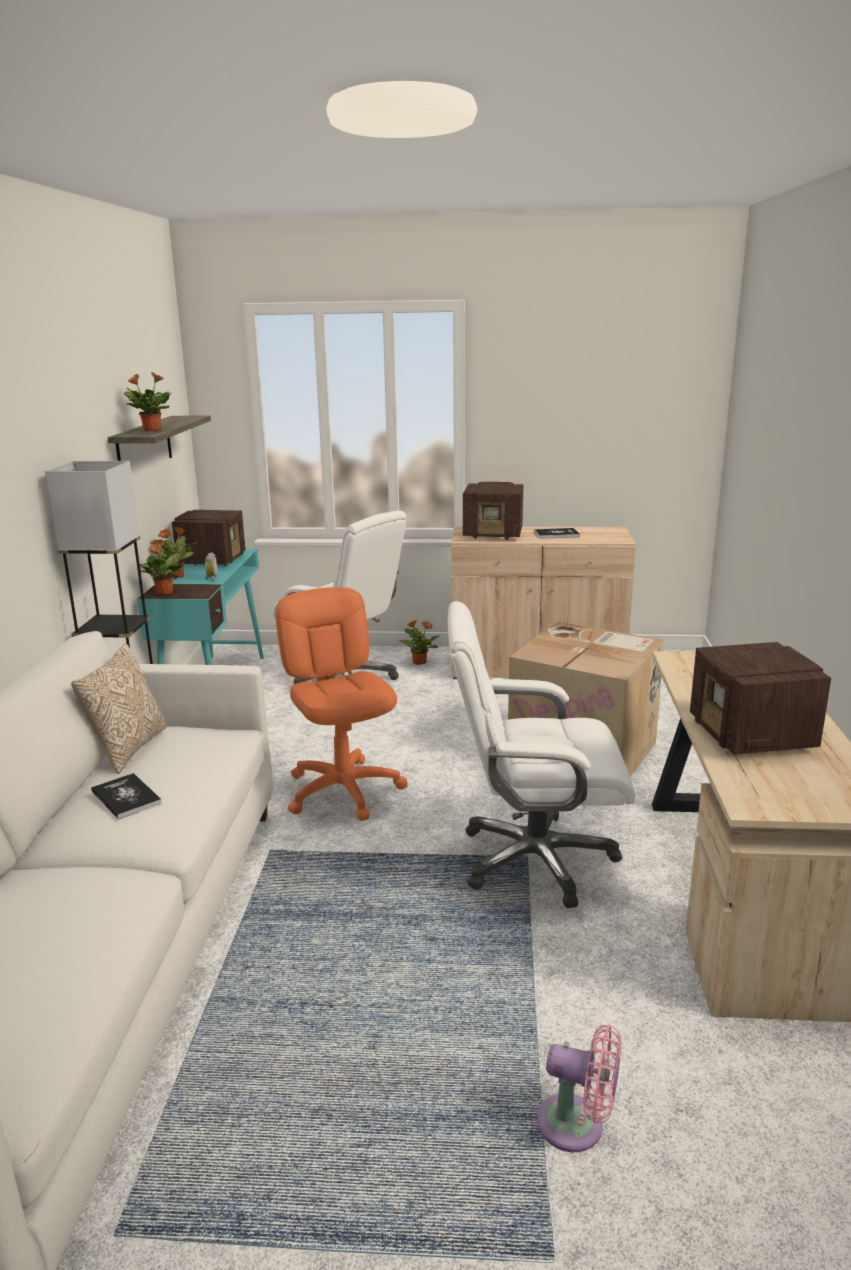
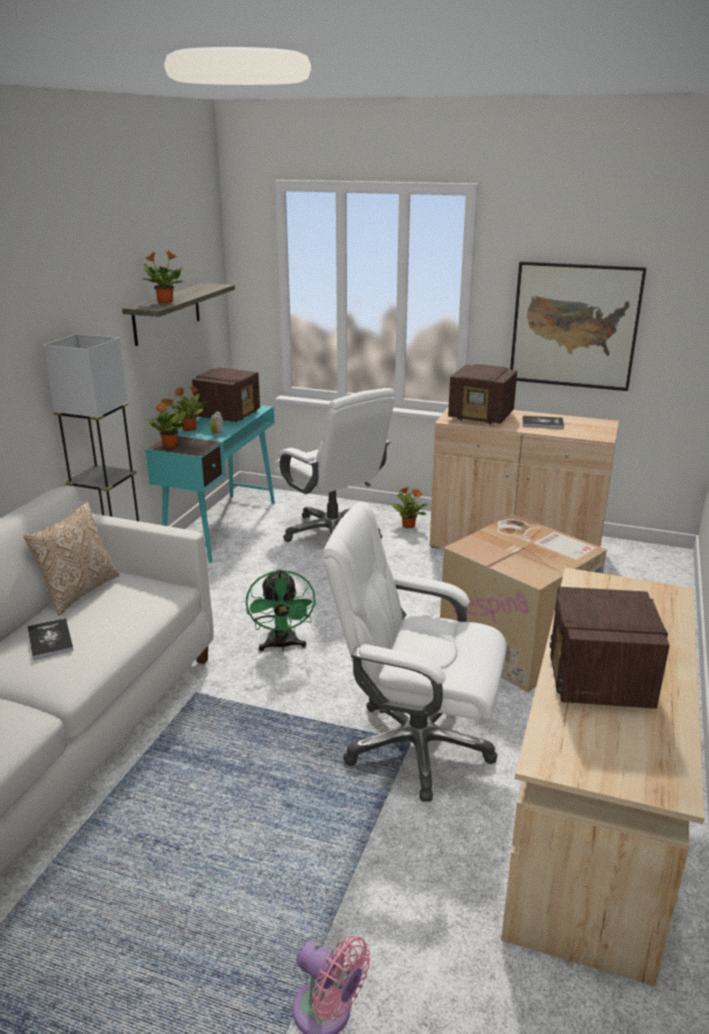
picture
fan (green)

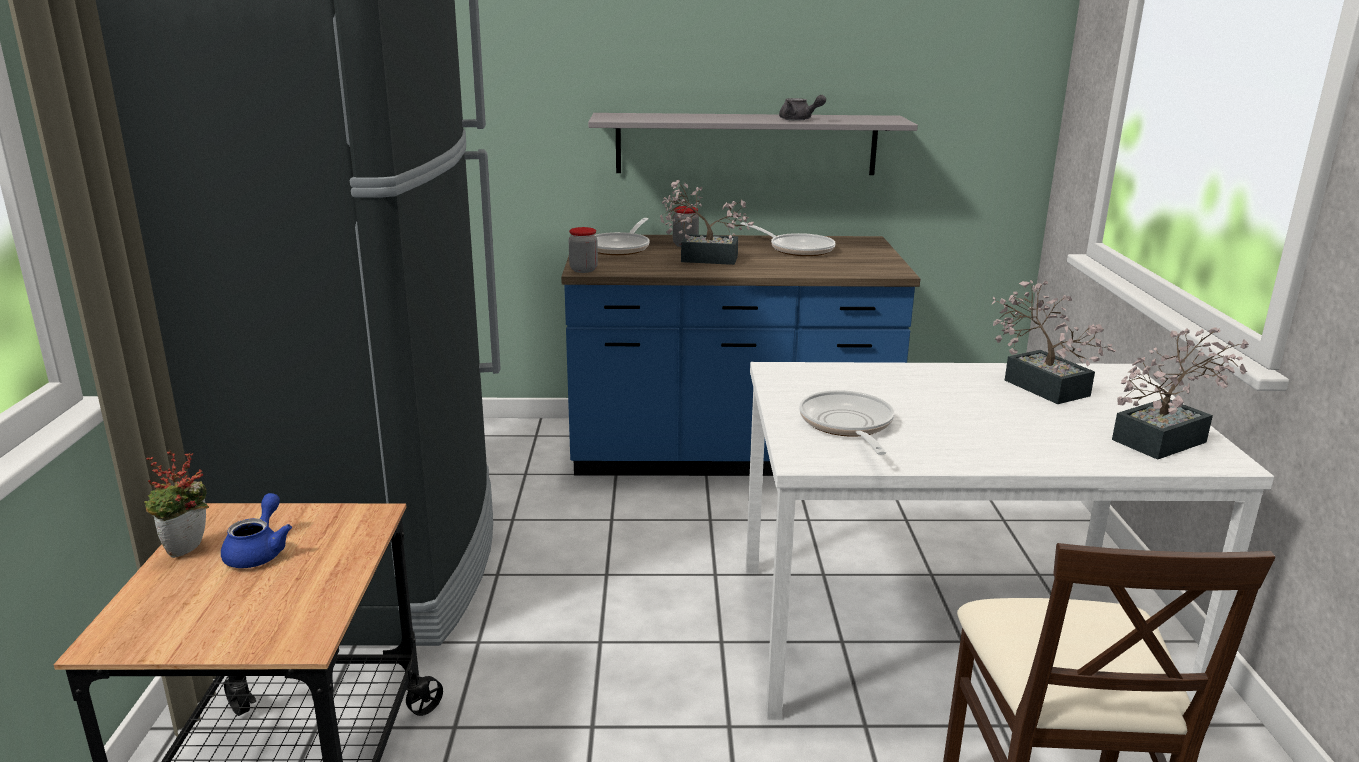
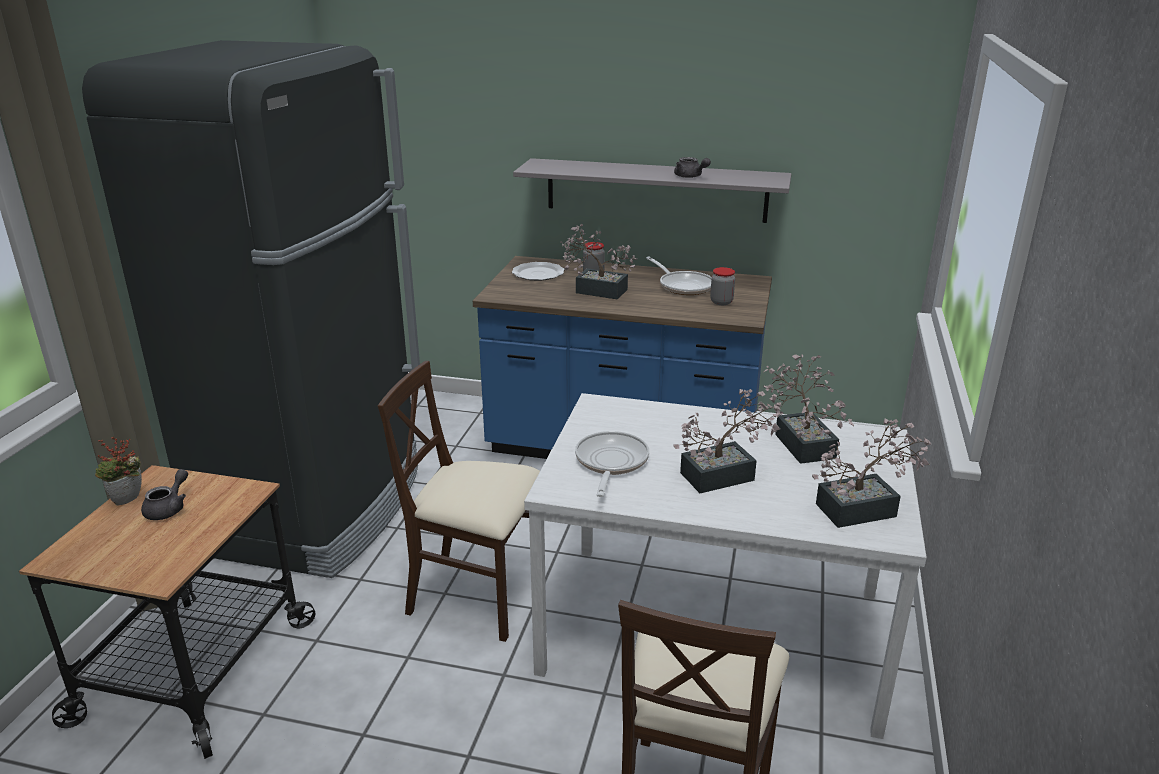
chair (beige) (1st from left)
potted plant (3rd from left)
jar (2nd from left)
plate
teapot (grey) (1st from left)

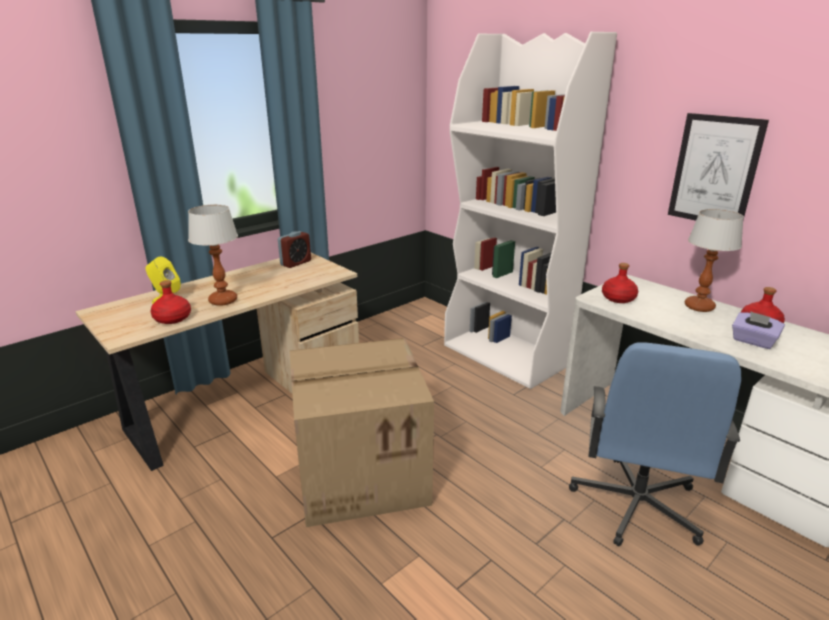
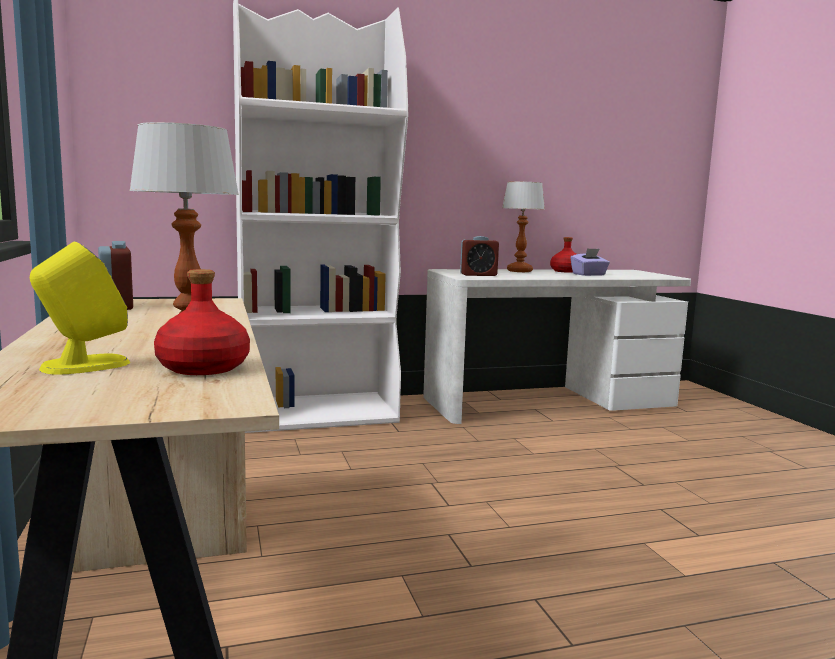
cardboard box
office chair (blue)
picture
alarm clock (2nd from left)

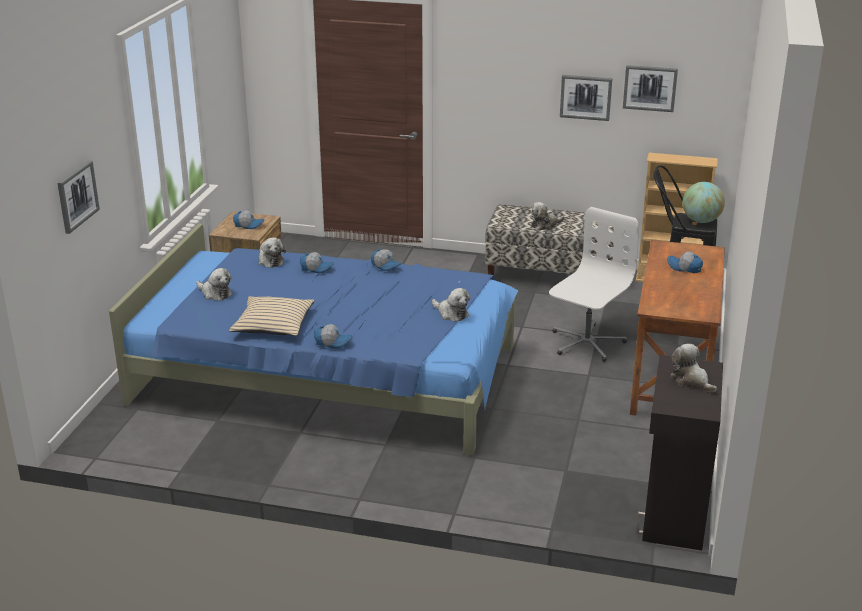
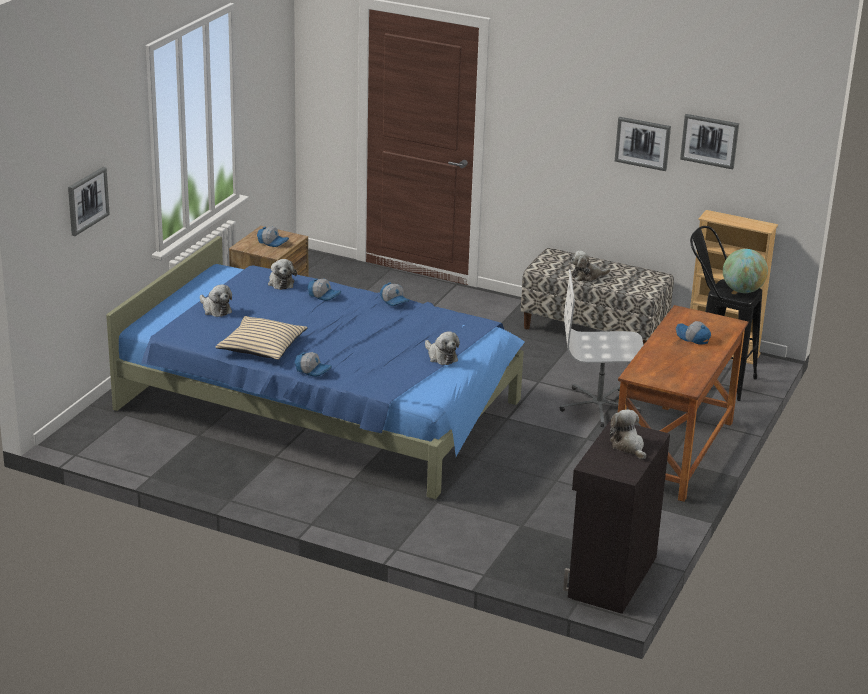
office chair (white)

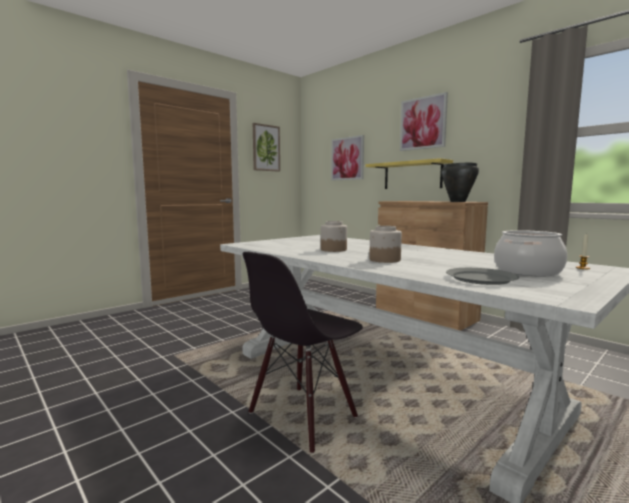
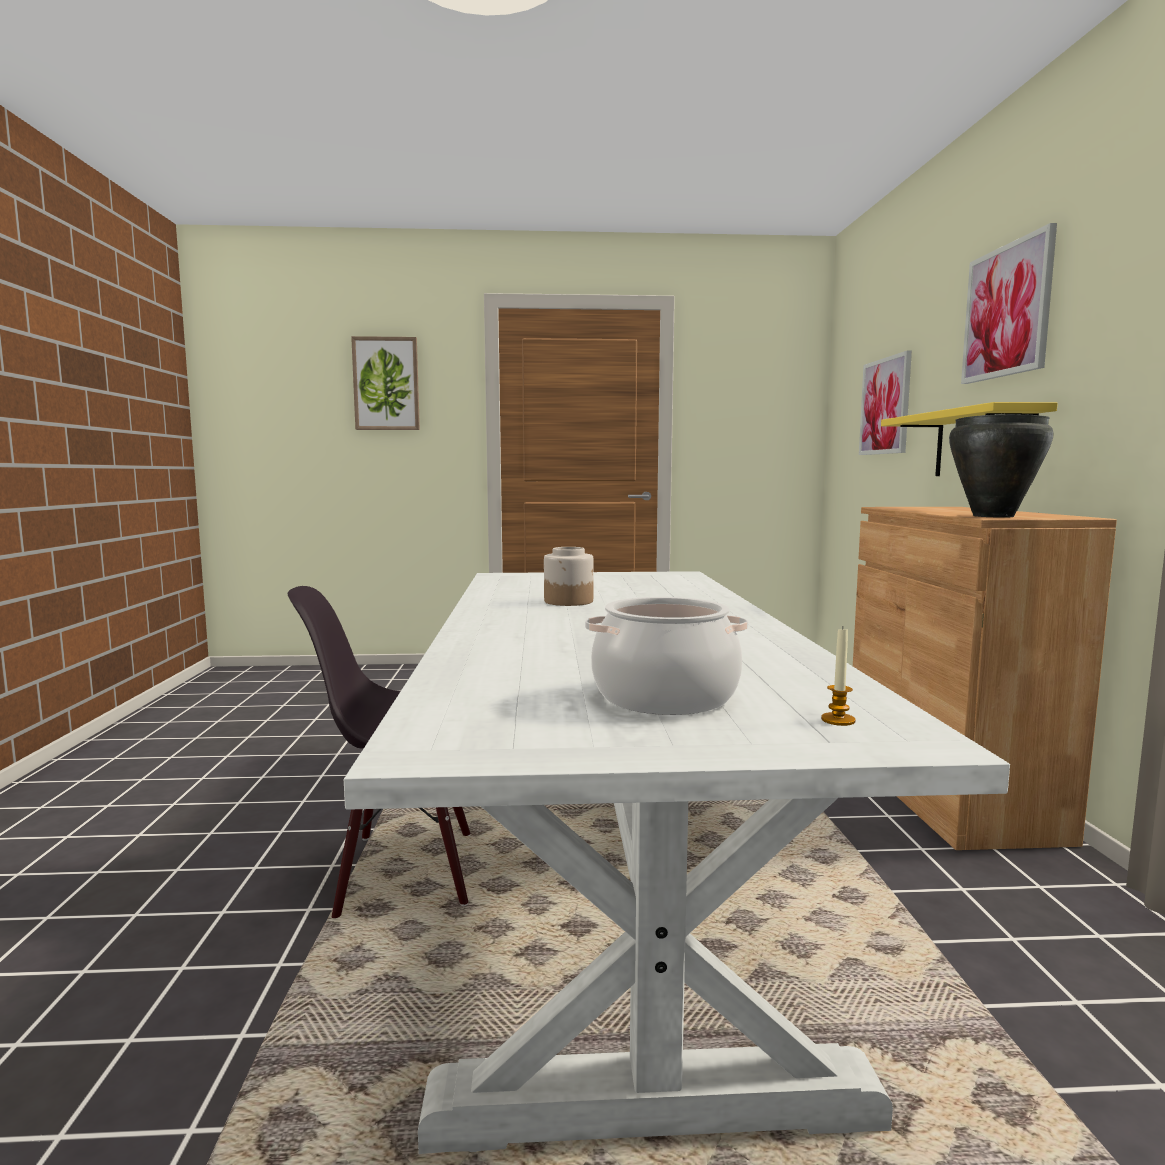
jar (2nd from left in the first image)
plate (grey)
picture (1st from left)

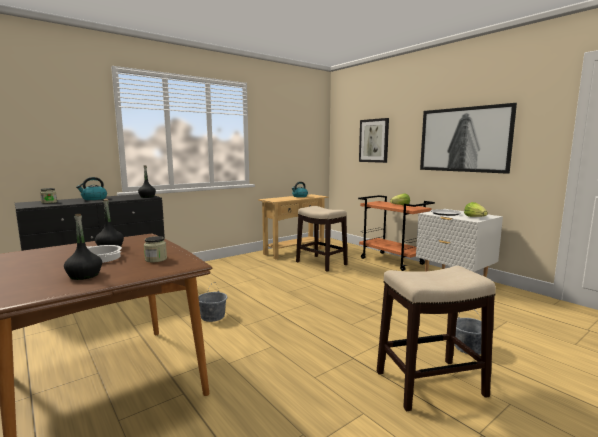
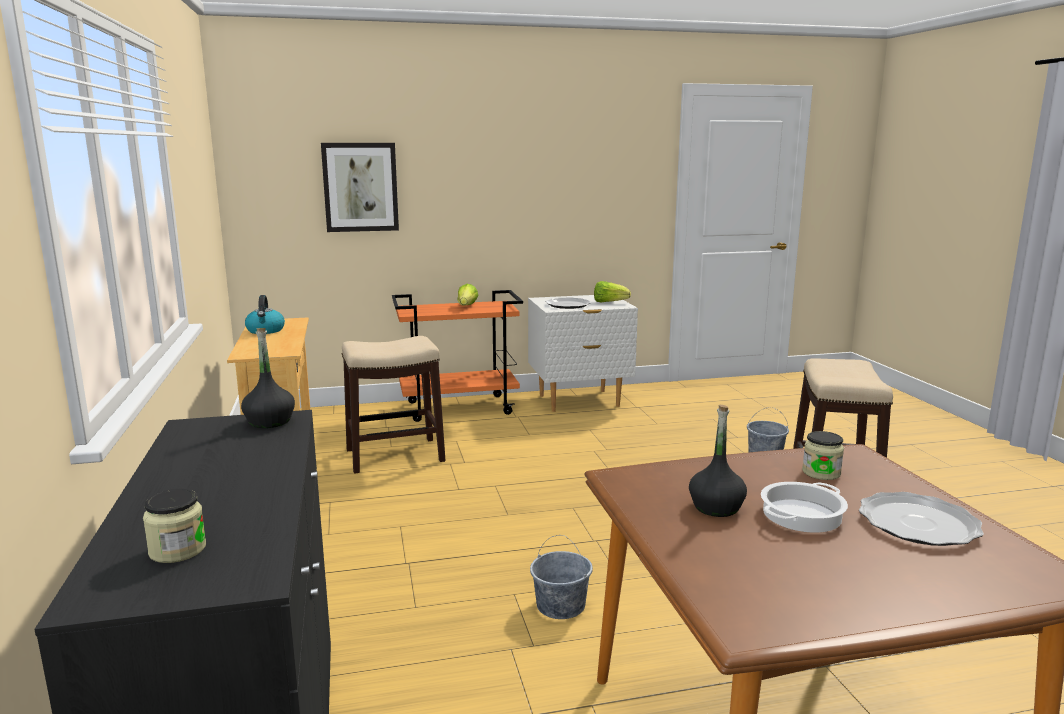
kettle (1st from left in the first image)
picture (2nd from left in the first image)
plate (2nd from left)

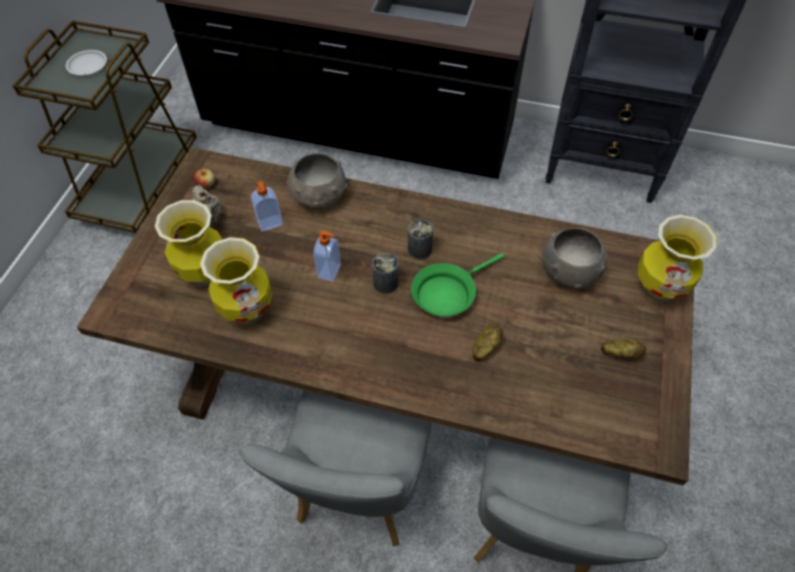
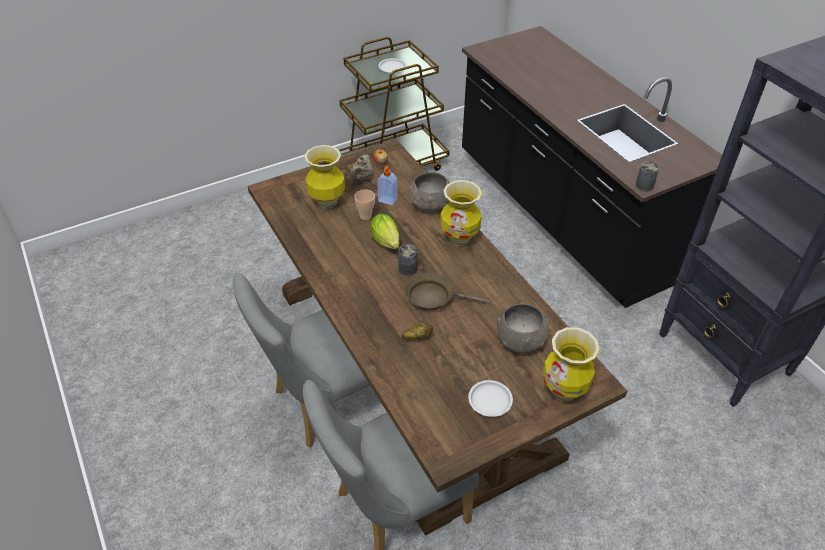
cup
vase (2nd from left)
can (2nd from left)
lettuce
plate (white) (2nd from left)
frying pan (brown)

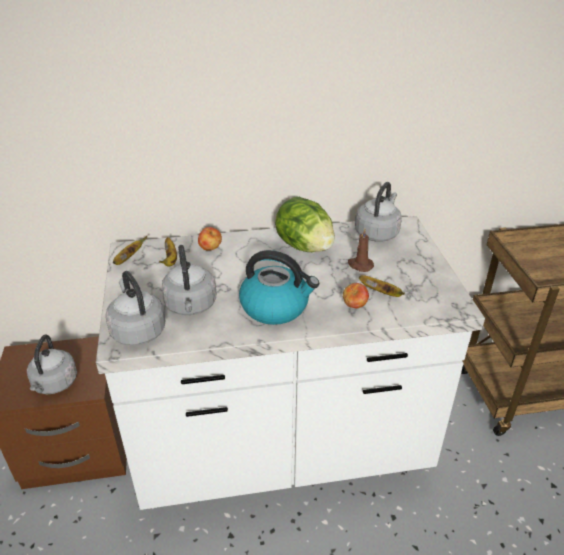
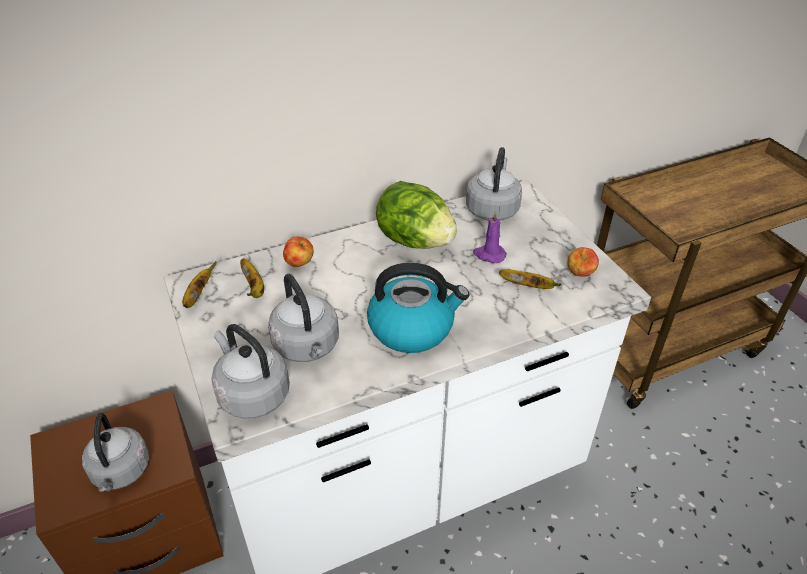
apple (2nd from left)
candle (purple)

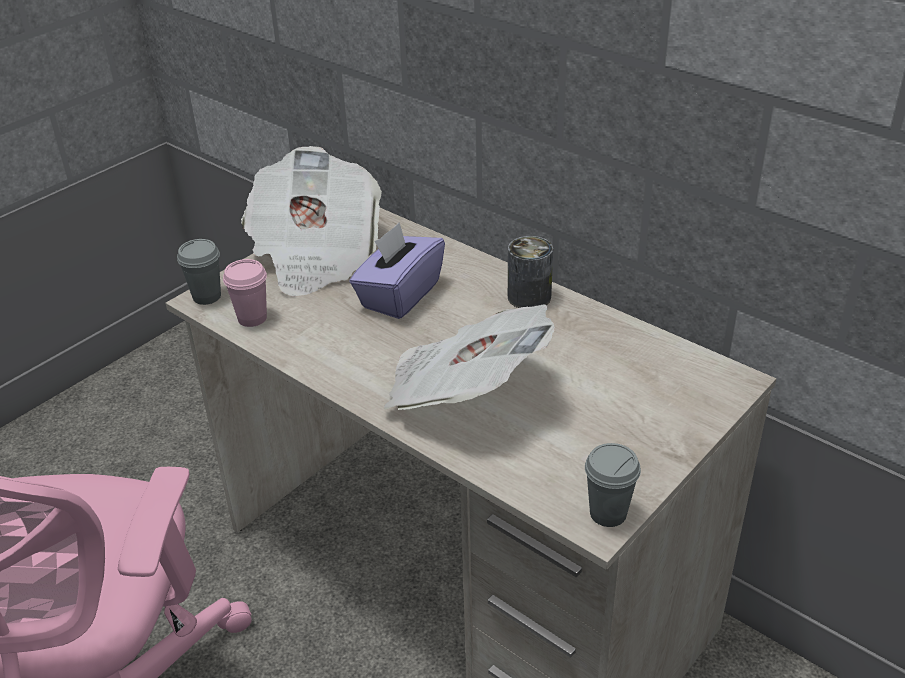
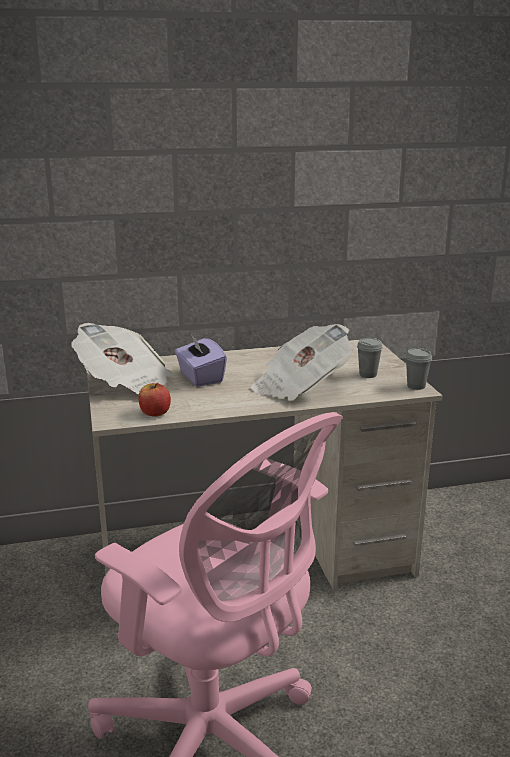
can
cup (grey) (1st from left)
apple

